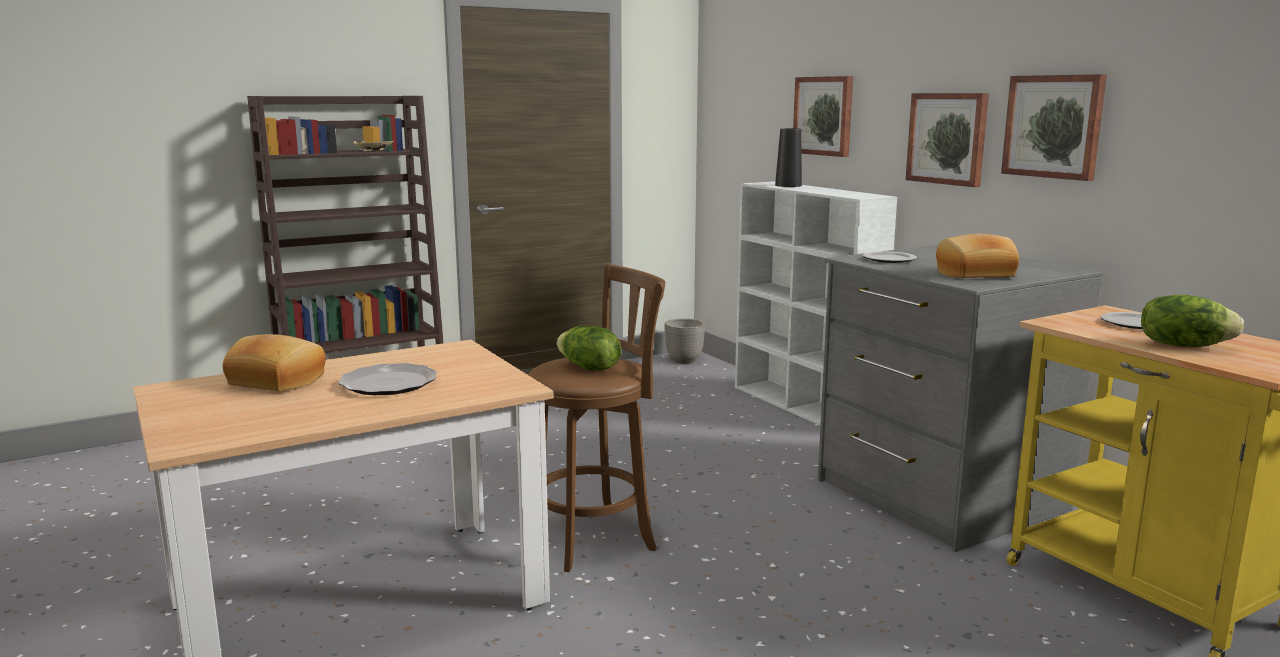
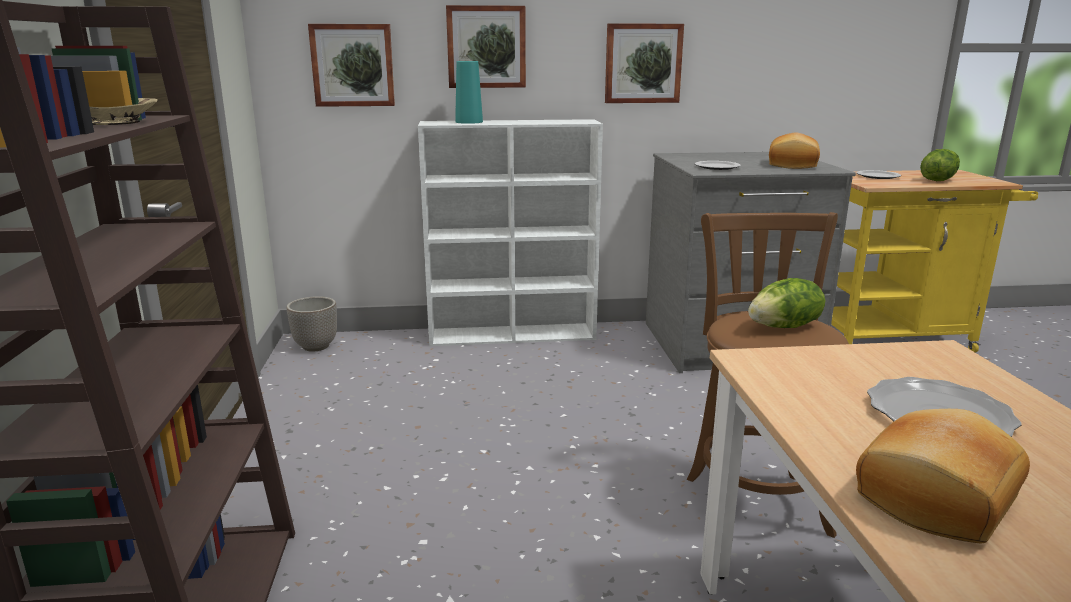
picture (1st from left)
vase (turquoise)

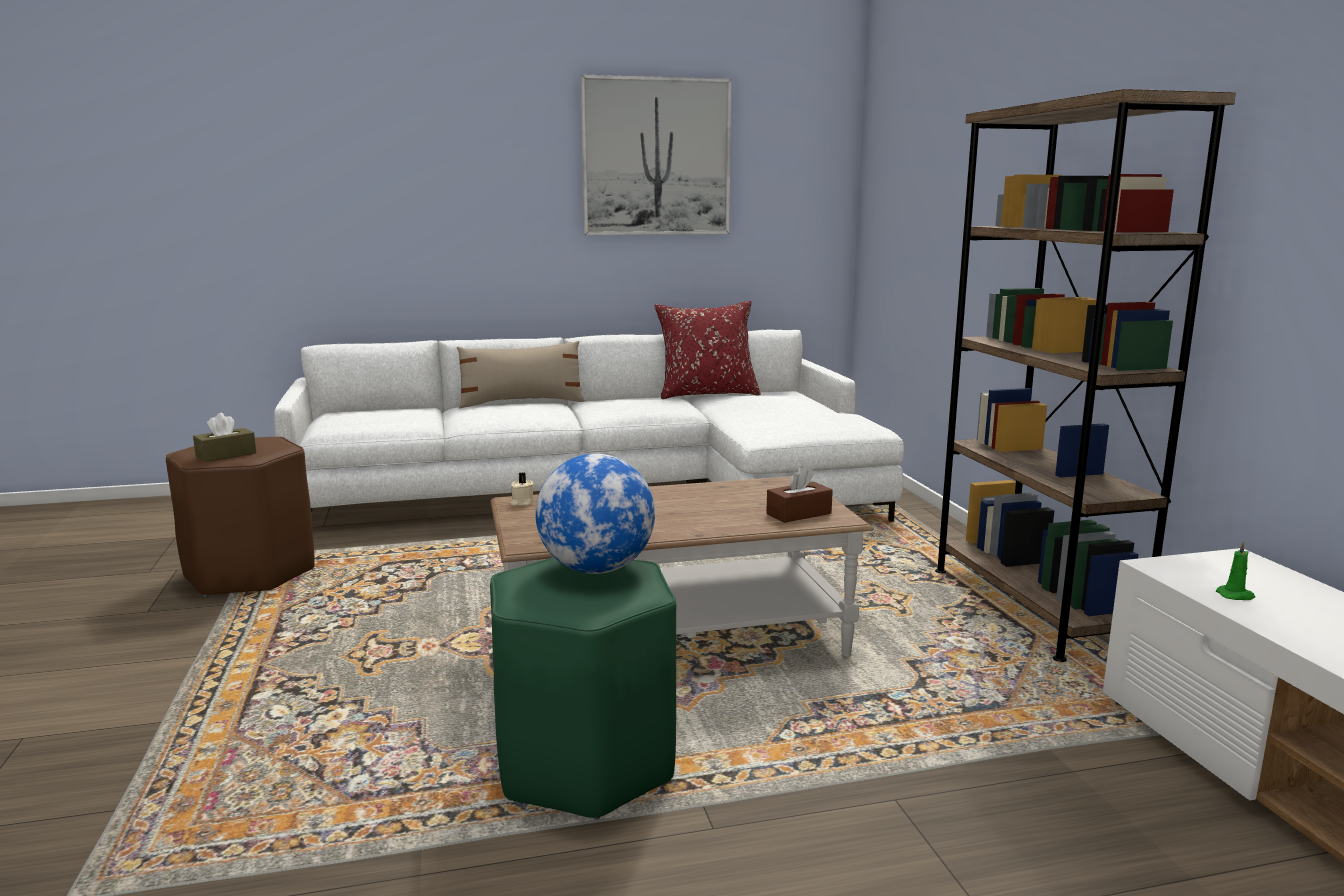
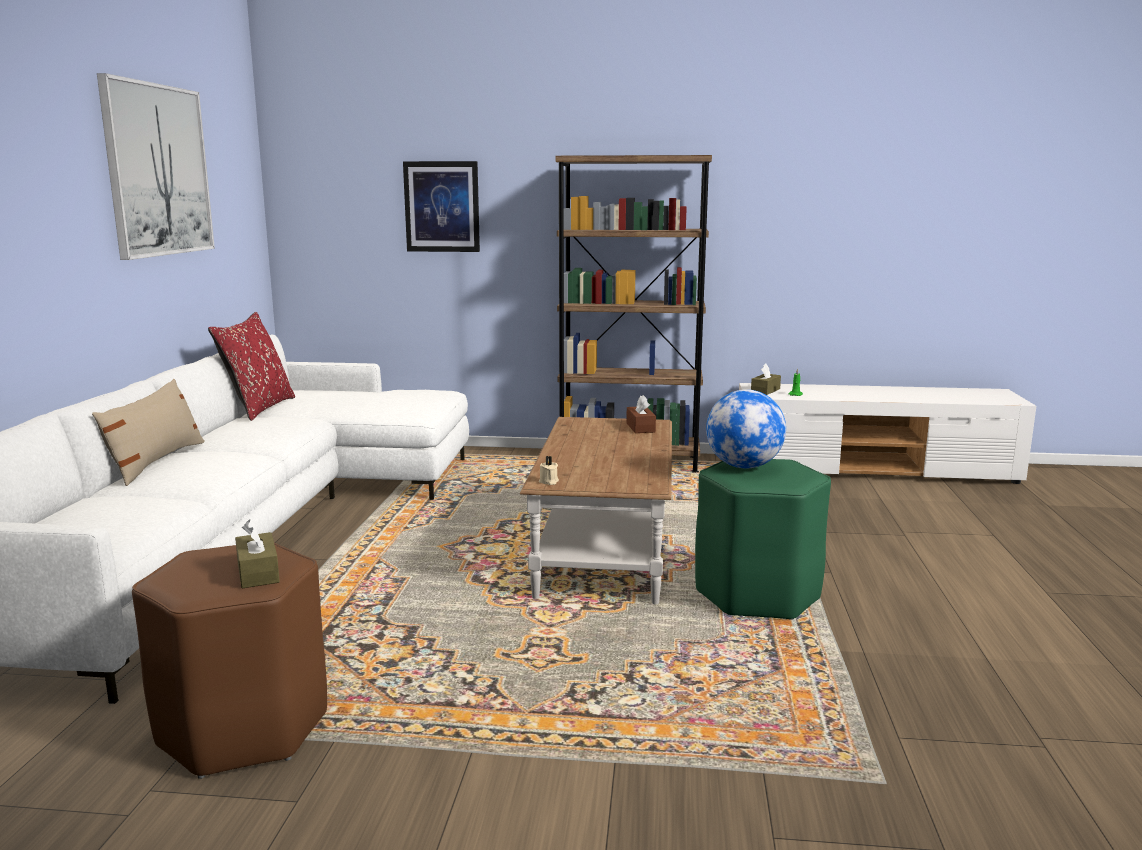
picture (2nd from left)
tissue box (brown) (3rd from left)

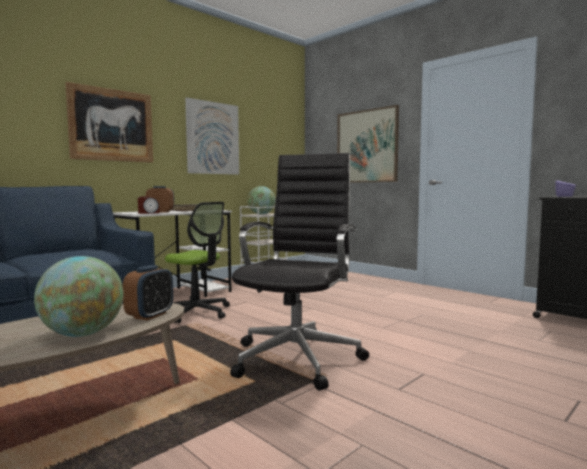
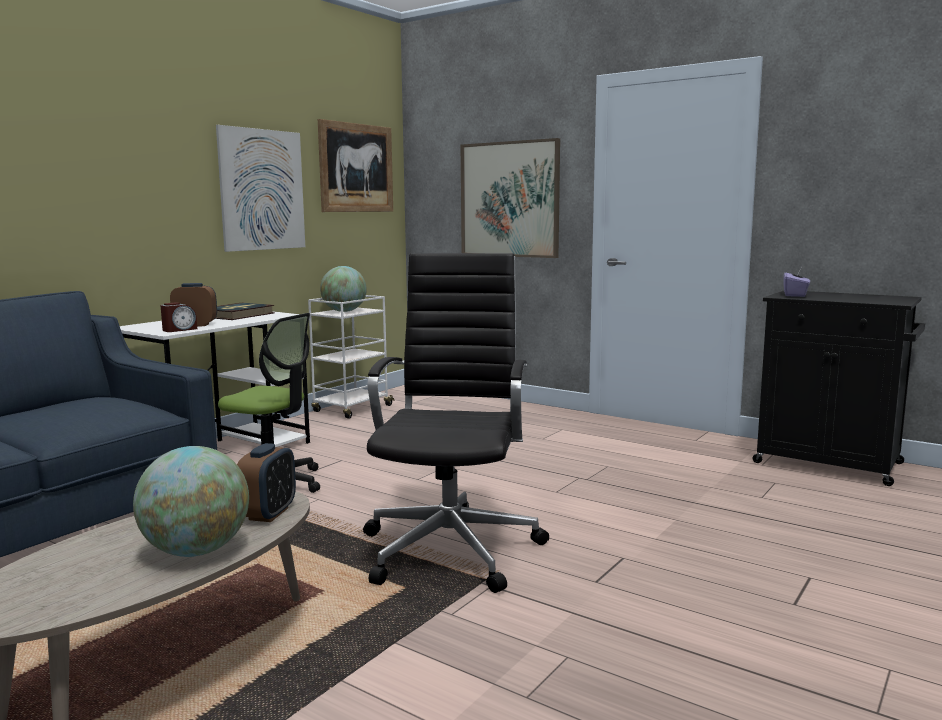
picture (2nd from left)

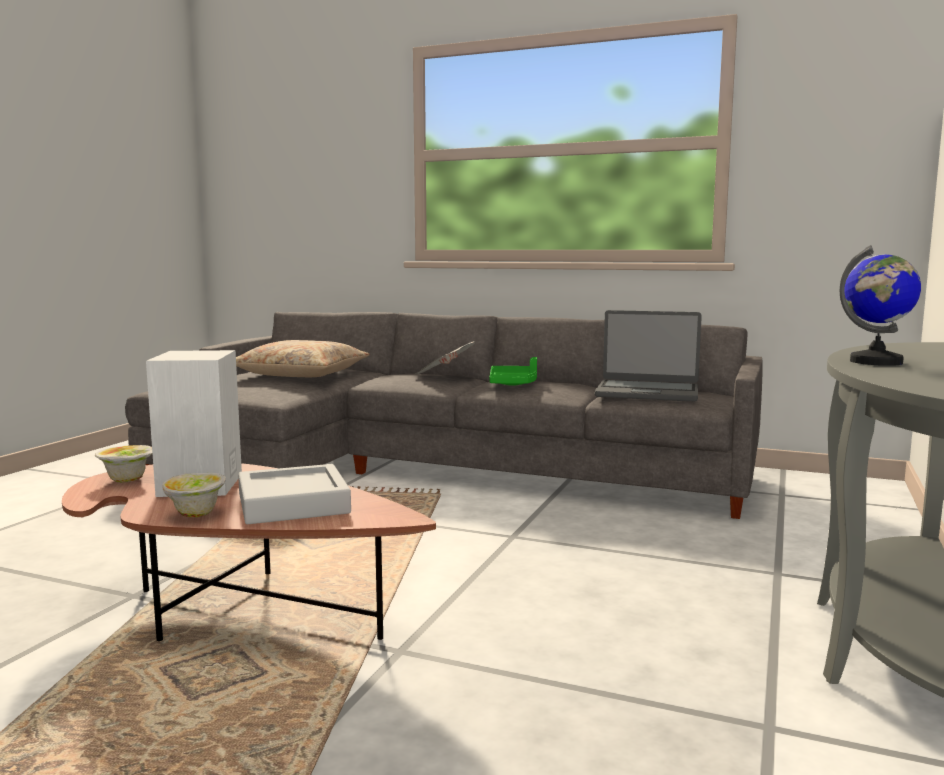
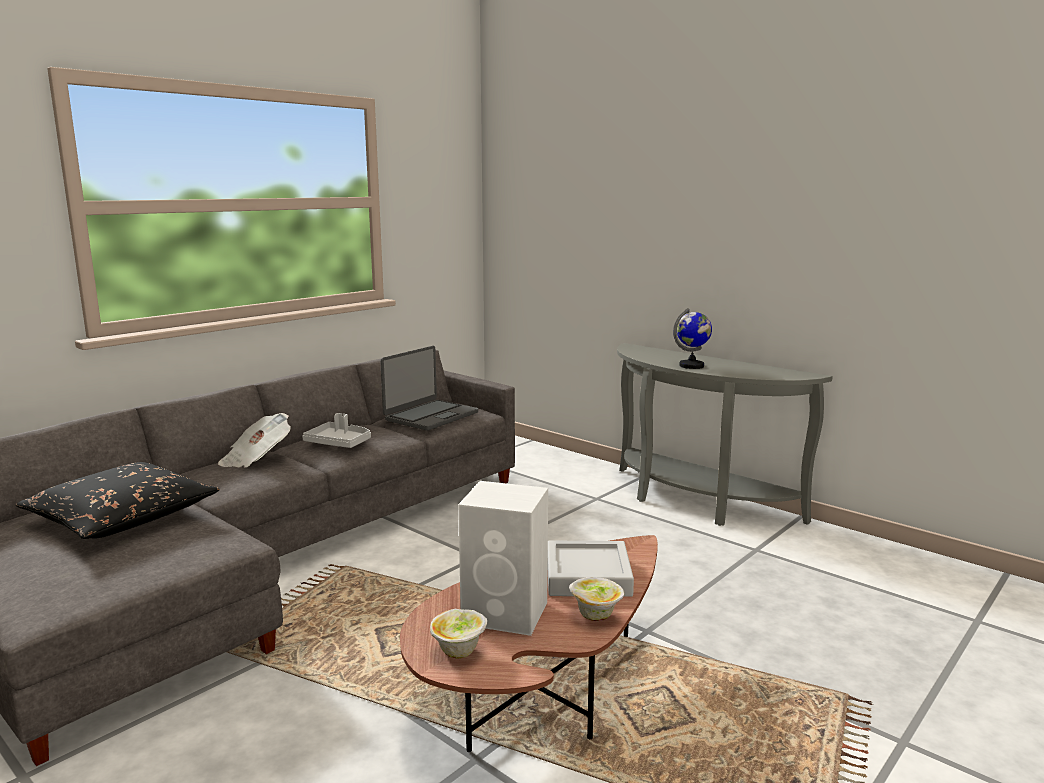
pillow (black)
tray (grey) (1st from left)

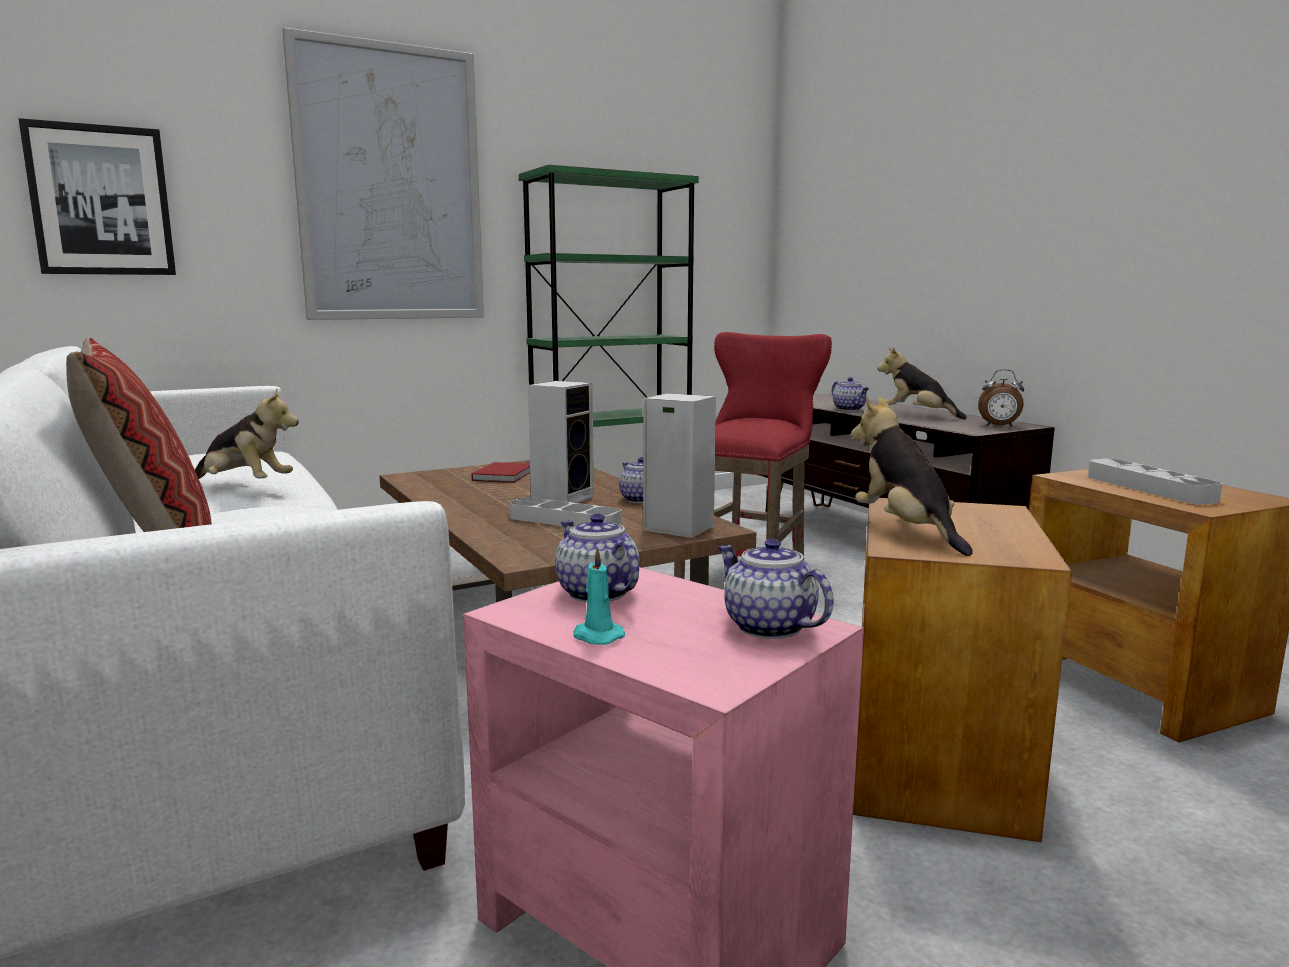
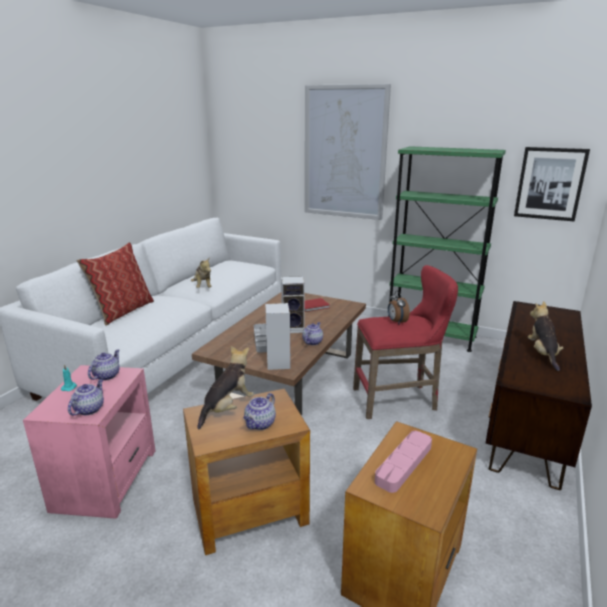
picture (2nd from left)
teapot (3rd from left)
alarm clock
tray (pink)

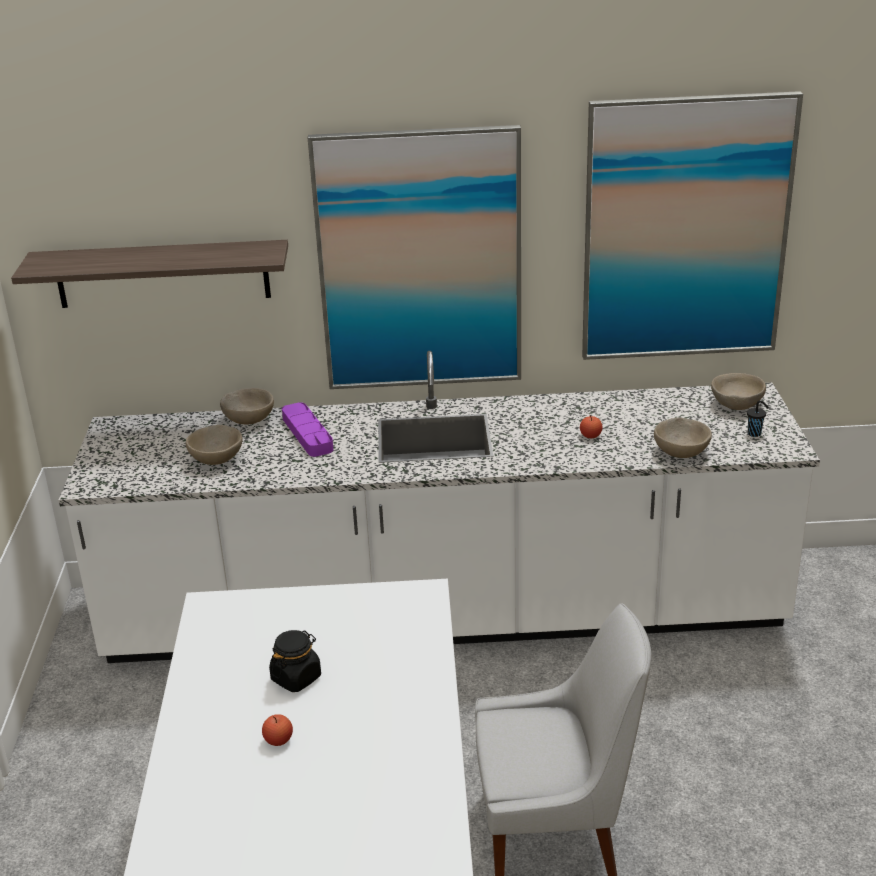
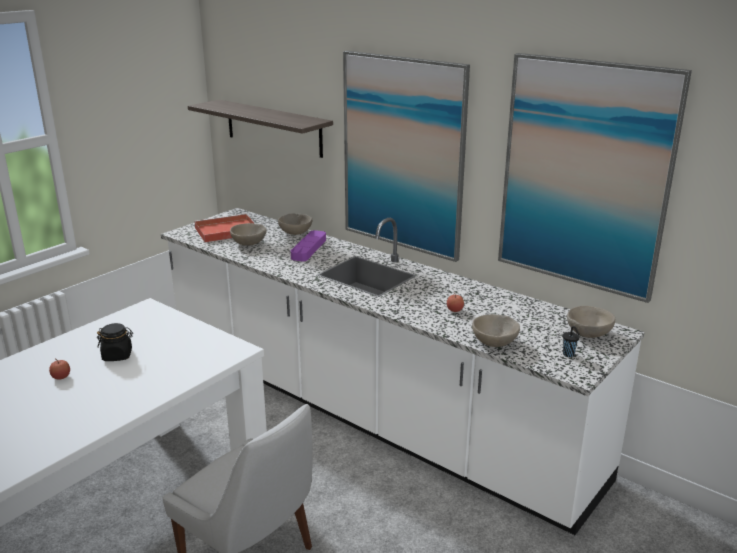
tray (red)

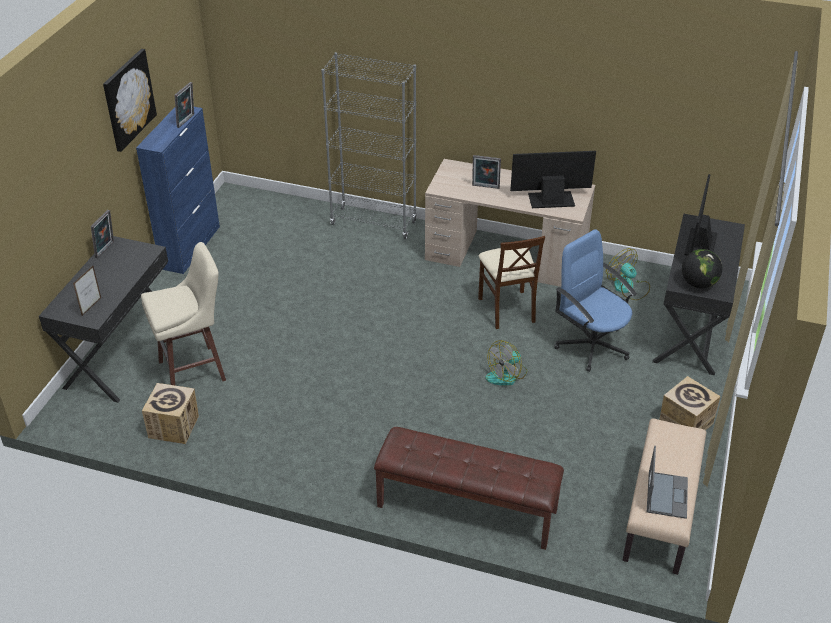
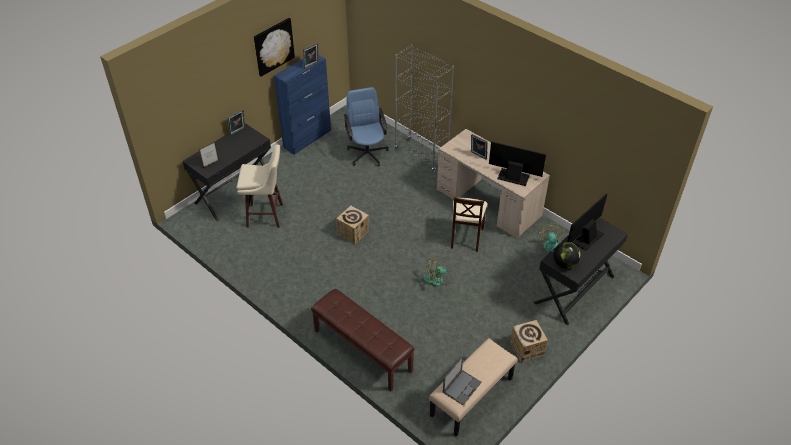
cardboard box (1st from left)
office chair (blue)

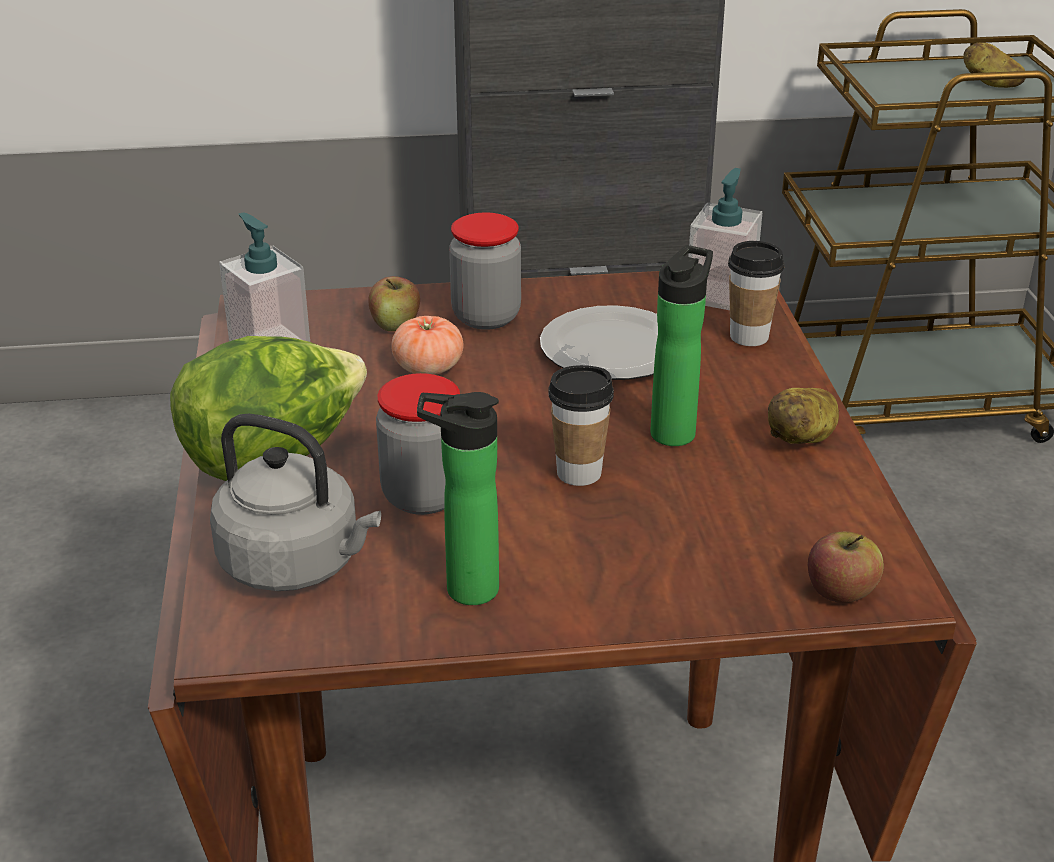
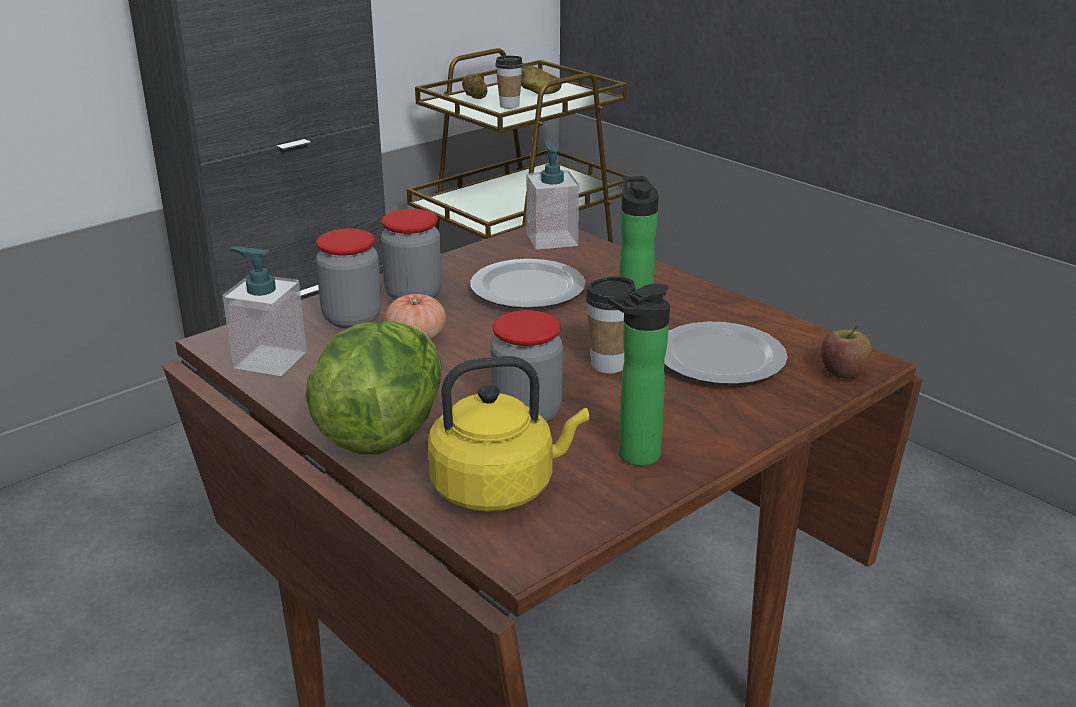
plate (2nd from left)
cup (1st from left)
potato (1st from left)
jar (1st from left)
kettle (yellow)

